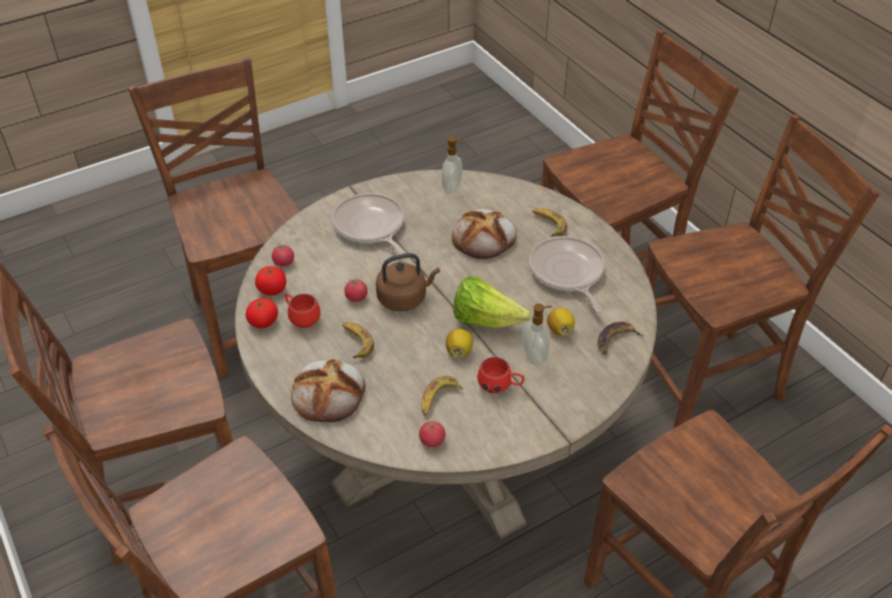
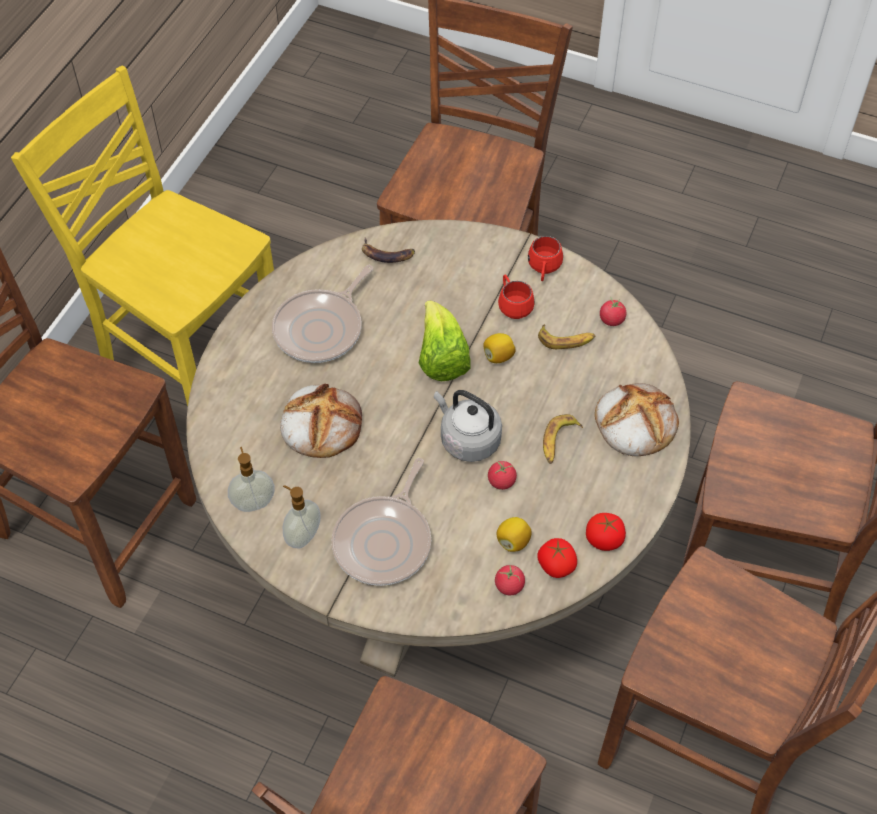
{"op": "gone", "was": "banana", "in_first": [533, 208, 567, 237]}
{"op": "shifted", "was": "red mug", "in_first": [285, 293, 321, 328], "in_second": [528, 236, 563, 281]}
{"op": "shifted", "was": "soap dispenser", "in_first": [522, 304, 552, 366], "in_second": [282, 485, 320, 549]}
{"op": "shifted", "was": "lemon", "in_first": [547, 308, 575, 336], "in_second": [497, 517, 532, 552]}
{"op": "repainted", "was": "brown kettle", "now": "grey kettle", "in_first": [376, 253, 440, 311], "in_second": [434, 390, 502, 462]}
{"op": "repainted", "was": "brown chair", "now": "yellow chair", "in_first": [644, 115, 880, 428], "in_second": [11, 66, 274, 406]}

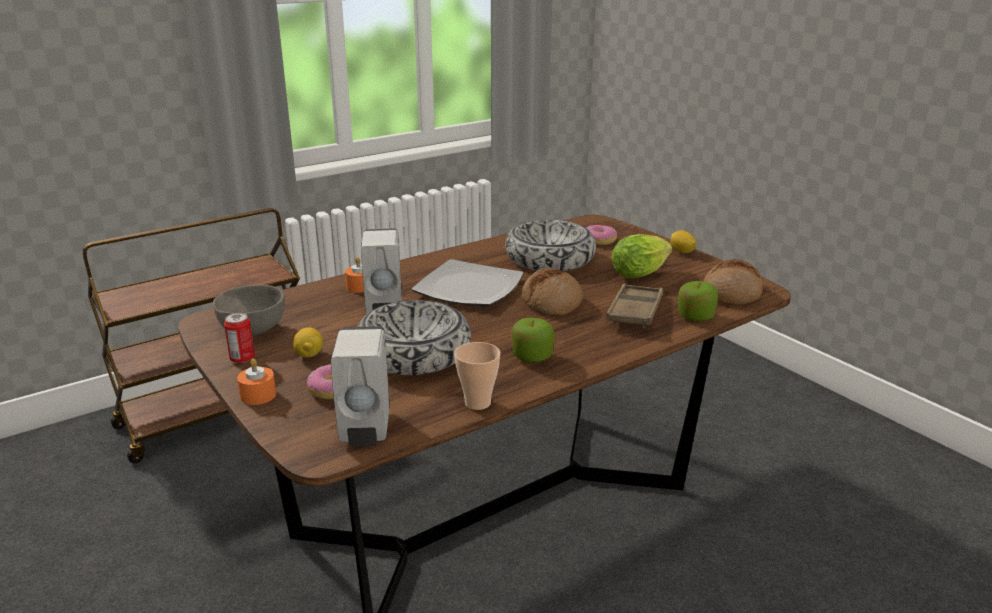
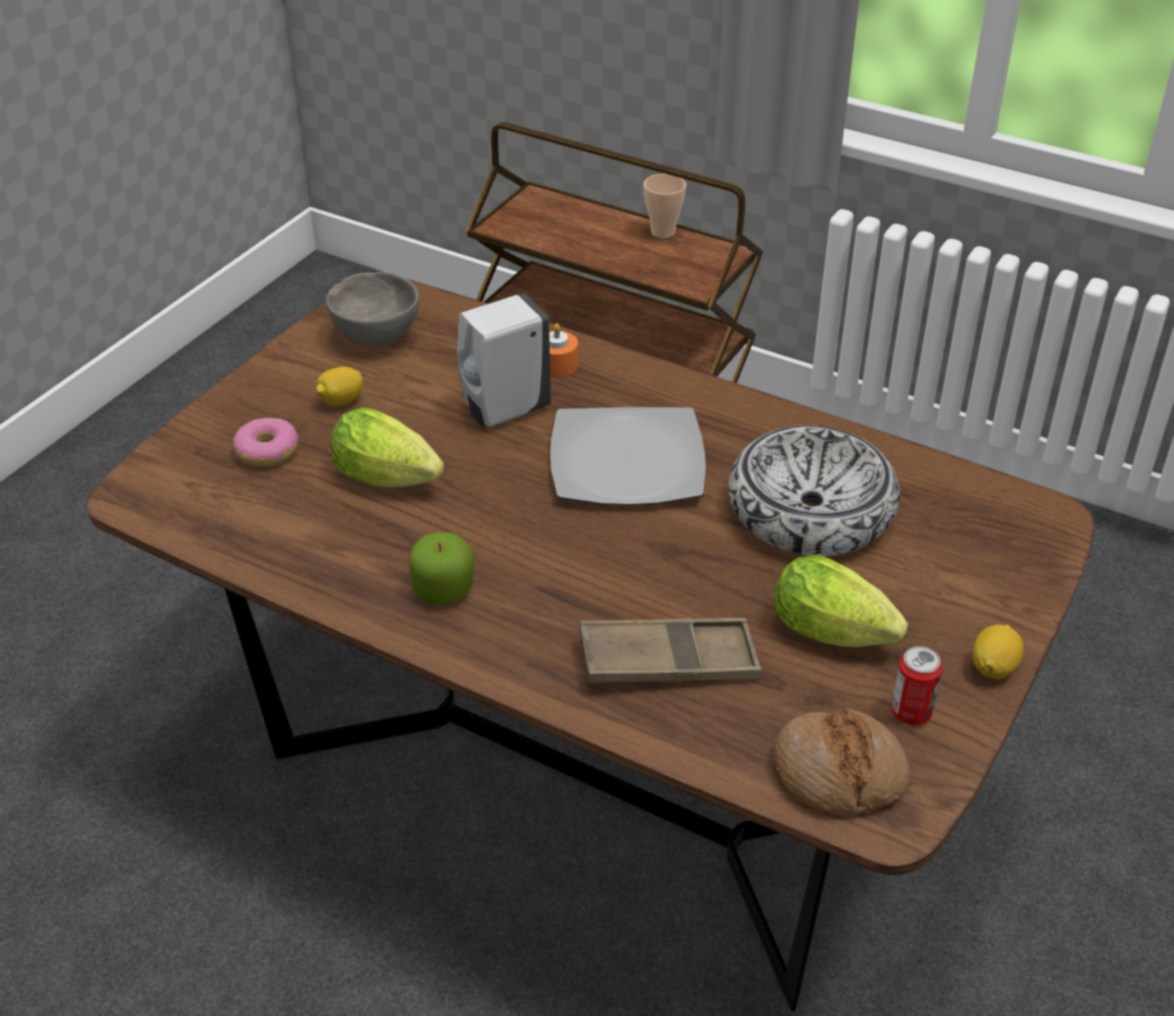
{"op": "gone", "was": "orange candle", "in_first": [237, 359, 276, 405]}
{"op": "gone", "was": "white soap dispenser", "in_first": [331, 326, 389, 446]}
{"op": "gone", "was": "bread", "in_first": [522, 268, 583, 315]}
{"op": "gone", "was": "donut", "in_first": [586, 225, 617, 245]}
{"op": "gone", "was": "apple", "in_first": [678, 281, 718, 322]}
{"op": "shifted", "was": "can", "in_first": [224, 313, 255, 363], "in_second": [891, 646, 942, 725]}
{"op": "shifted", "was": "cup", "in_first": [454, 342, 500, 410], "in_second": [643, 174, 686, 238]}
{"op": "swapped", "was": "bowl", "now": "lettuce", "in_first": [357, 300, 471, 375], "in_second": [331, 407, 444, 487]}

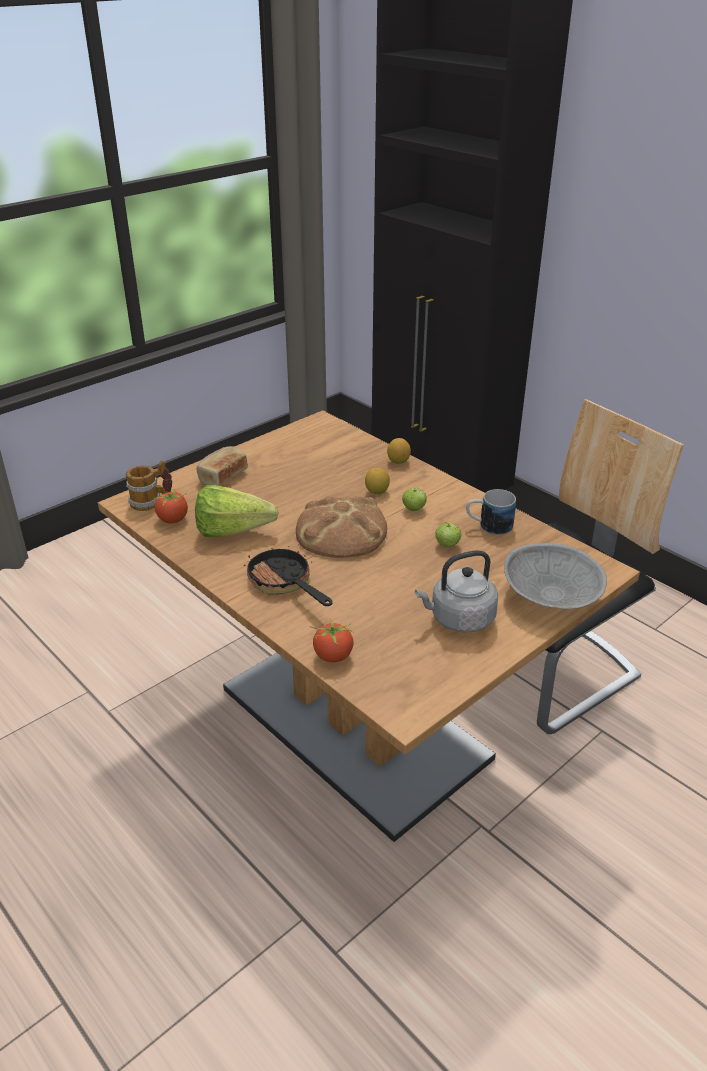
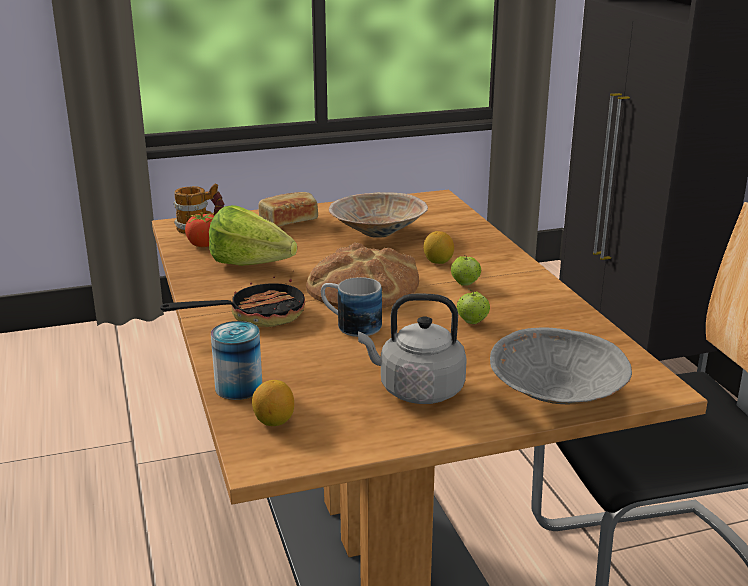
{"op": "new", "now": "beige bowl", "in_second": [329, 192, 428, 238]}
{"op": "shifted", "was": "lemon", "in_first": [387, 438, 411, 464], "in_second": [252, 380, 294, 426]}
{"op": "shifted", "was": "mug", "in_first": [466, 489, 516, 535], "in_second": [321, 277, 382, 337]}
{"op": "swapped", "was": "tomato", "now": "can", "in_first": [310, 618, 355, 662], "in_second": [211, 321, 262, 400]}
{"op": "rotated", "was": "frying pan", "in_first": [244, 546, 333, 606], "in_second": [160, 277, 305, 327], "clockwise": 75}

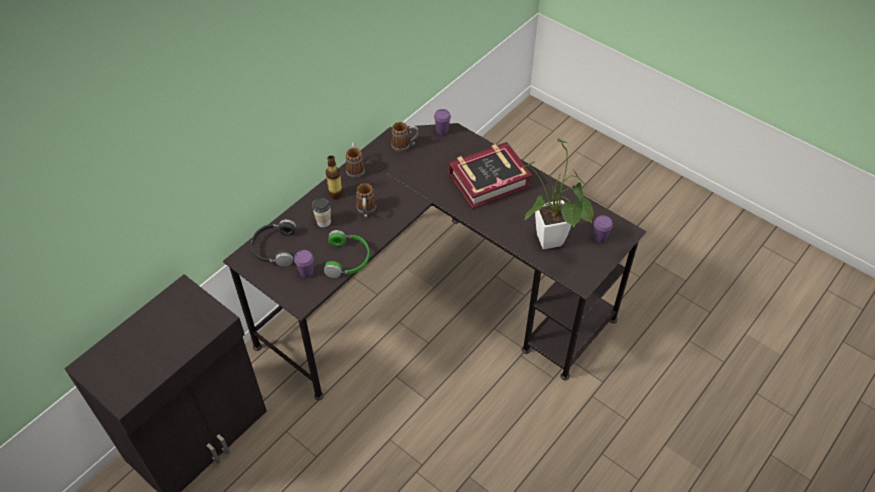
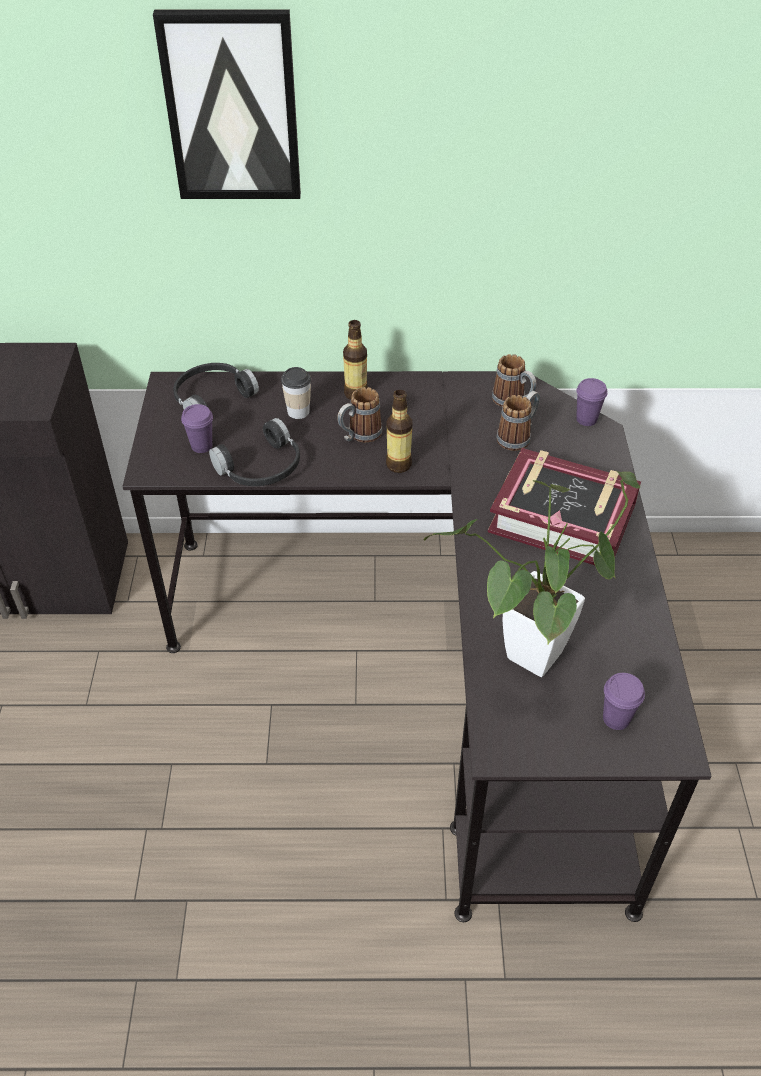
{"op": "new", "now": "picture", "in_second": [153, 10, 301, 199]}
{"op": "new", "now": "bottle", "in_second": [386, 390, 412, 473]}
{"op": "shifted", "was": "mug", "in_first": [346, 142, 365, 178], "in_second": [497, 391, 540, 451]}
{"op": "repainted", "was": "green headphones", "now": "black headphones", "in_first": [324, 230, 370, 278], "in_second": [209, 418, 300, 486]}

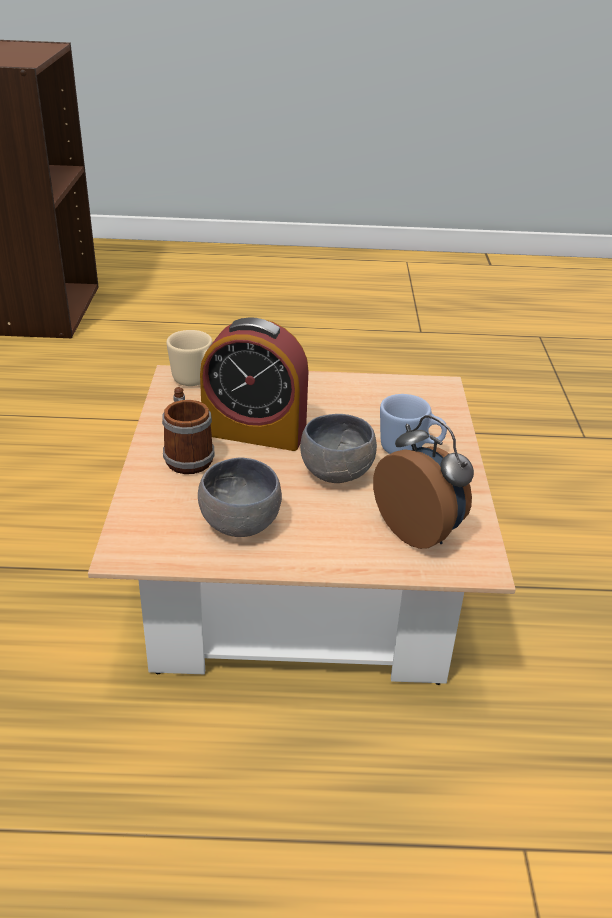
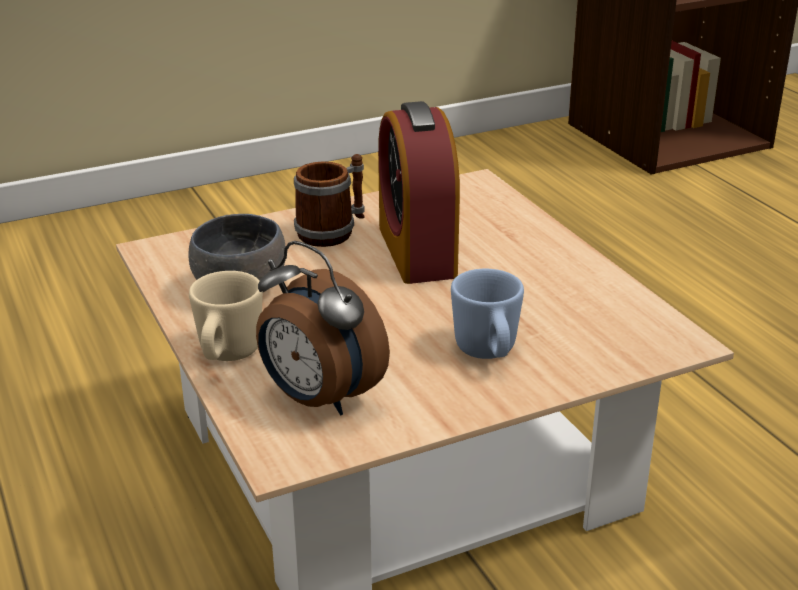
{"op": "gone", "was": "grey bowl", "in_first": [300, 414, 377, 483]}
{"op": "shifted", "was": "beige mug", "in_first": [167, 330, 212, 386], "in_second": [189, 271, 263, 361]}
{"op": "rotated", "was": "alarm clock", "in_first": [373, 415, 474, 549], "in_second": [256, 241, 390, 415], "clockwise": 105}

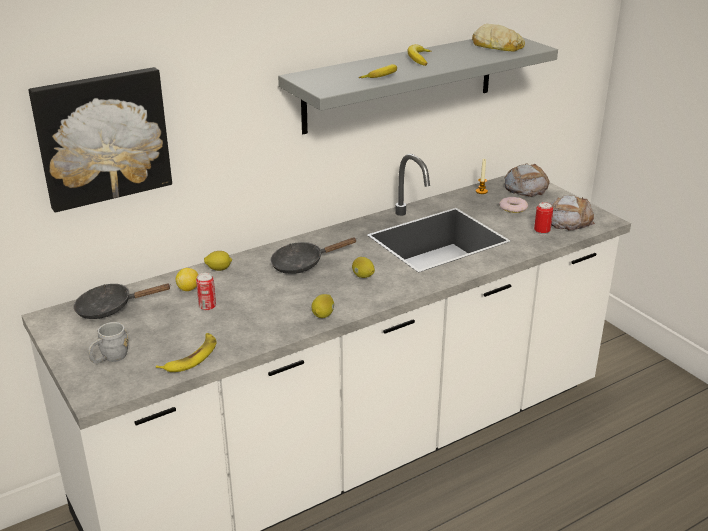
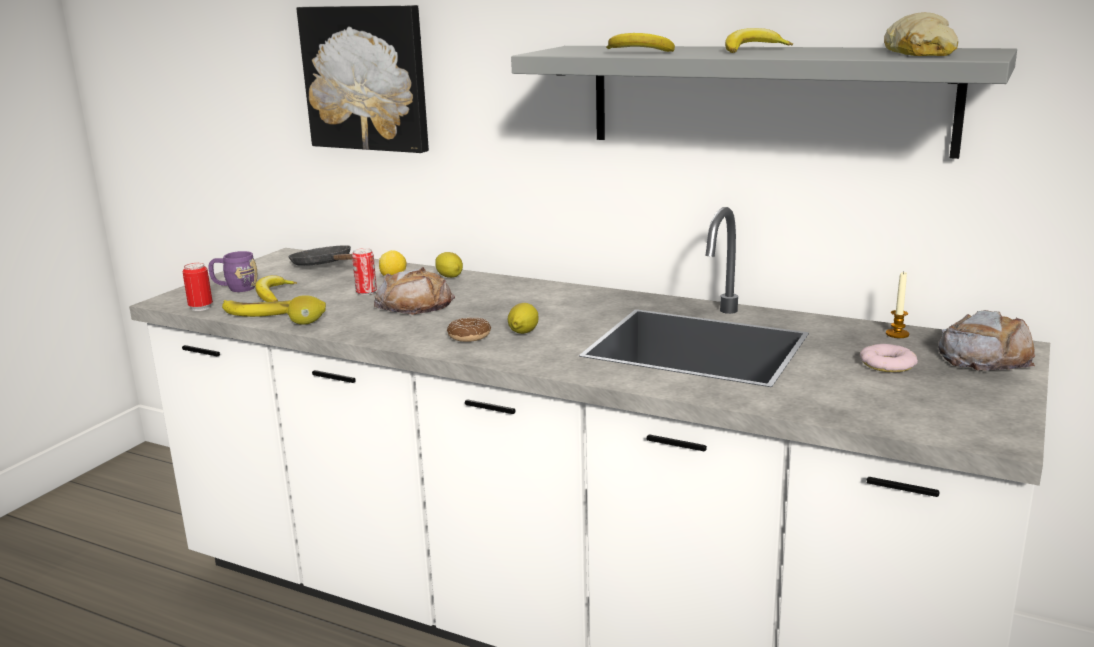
{"op": "gone", "was": "black frying pan", "in_first": [270, 237, 357, 274]}
{"op": "new", "now": "banana", "in_second": [255, 275, 297, 302]}
{"op": "new", "now": "donut", "in_second": [447, 317, 491, 342]}
{"op": "shifted", "was": "lemon", "in_first": [312, 294, 334, 318], "in_second": [286, 295, 326, 325]}
{"op": "shifted", "was": "can", "in_first": [534, 202, 553, 235], "in_second": [183, 263, 213, 311]}
{"op": "shifted", "was": "bread", "in_first": [551, 195, 595, 231], "in_second": [374, 267, 455, 315]}
{"op": "repainted", "was": "grey mug", "now": "purple mug", "in_first": [88, 322, 128, 363], "in_second": [208, 251, 257, 292]}

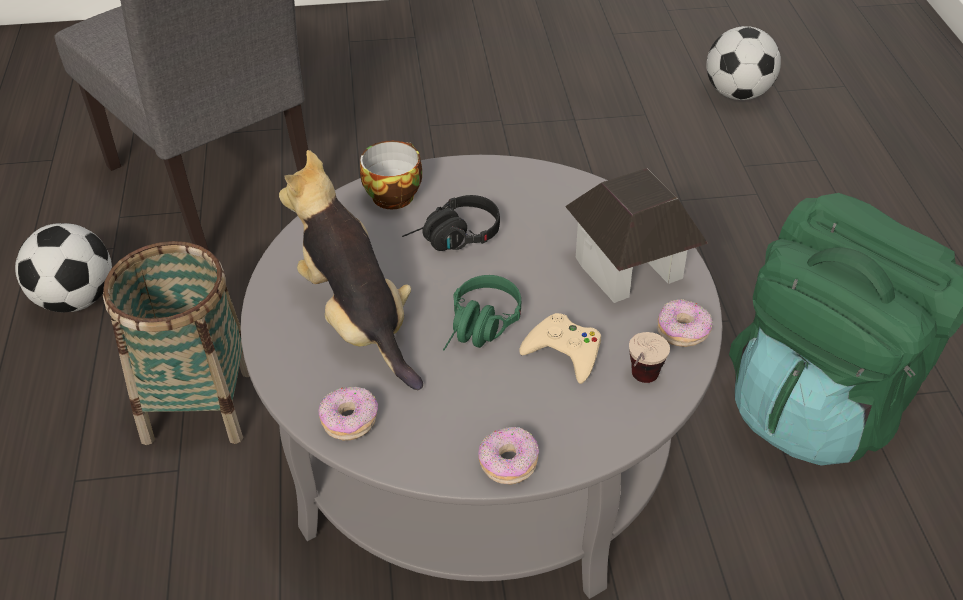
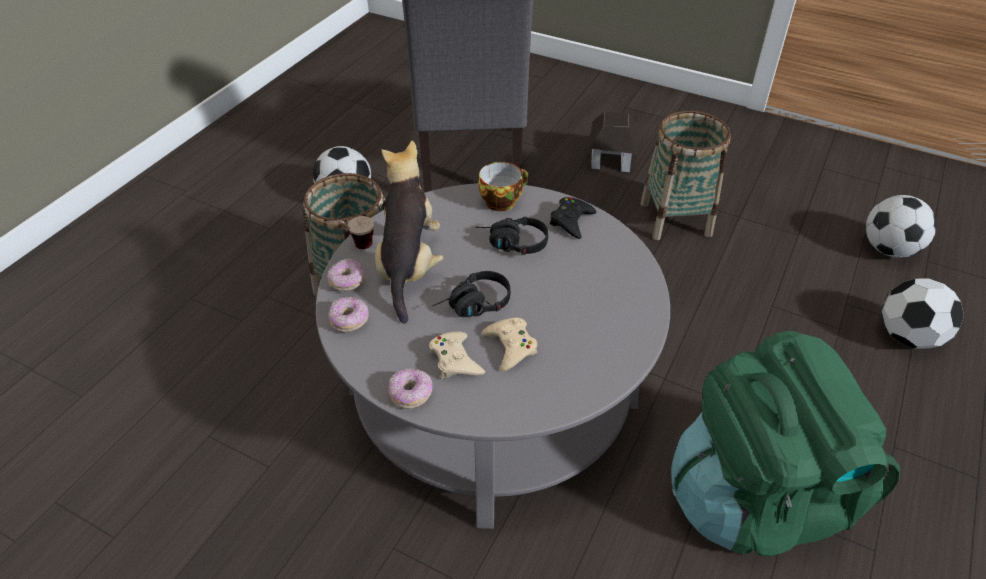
{"op": "new", "now": "beige game controller", "in_second": [429, 332, 485, 379]}
{"op": "new", "now": "black game controller", "in_second": [550, 197, 596, 239]}
{"op": "new", "now": "basket", "in_second": [641, 111, 731, 240]}
{"op": "new", "now": "football", "in_second": [882, 278, 964, 349]}
{"op": "shifted", "was": "toy house", "in_first": [565, 168, 708, 303], "in_second": [589, 111, 638, 172]}
{"op": "shifted", "was": "cup", "in_first": [629, 332, 670, 383], "in_second": [325, 216, 374, 249]}
{"op": "shifted", "was": "donut", "in_first": [657, 299, 712, 347], "in_second": [327, 259, 366, 291]}
{"op": "repainted", "was": "green headphones", "now": "black headphones", "in_first": [443, 275, 521, 350], "in_second": [432, 271, 511, 317]}

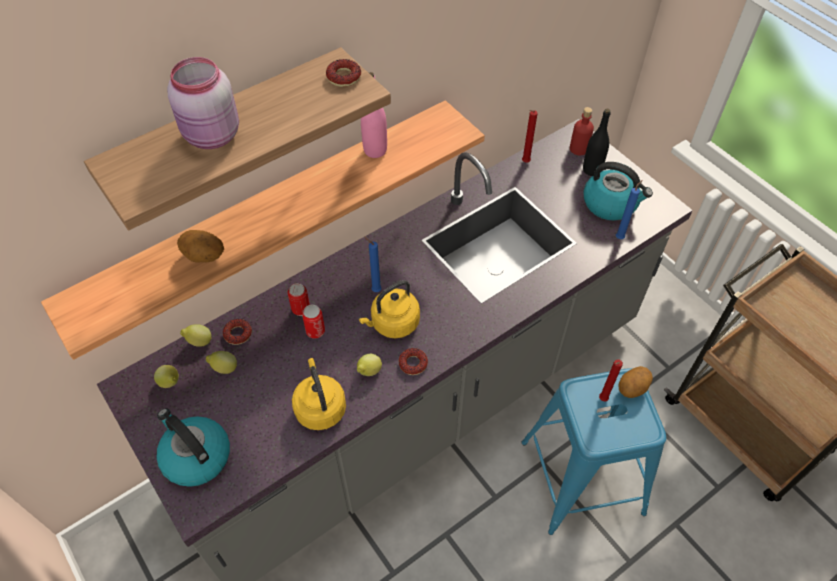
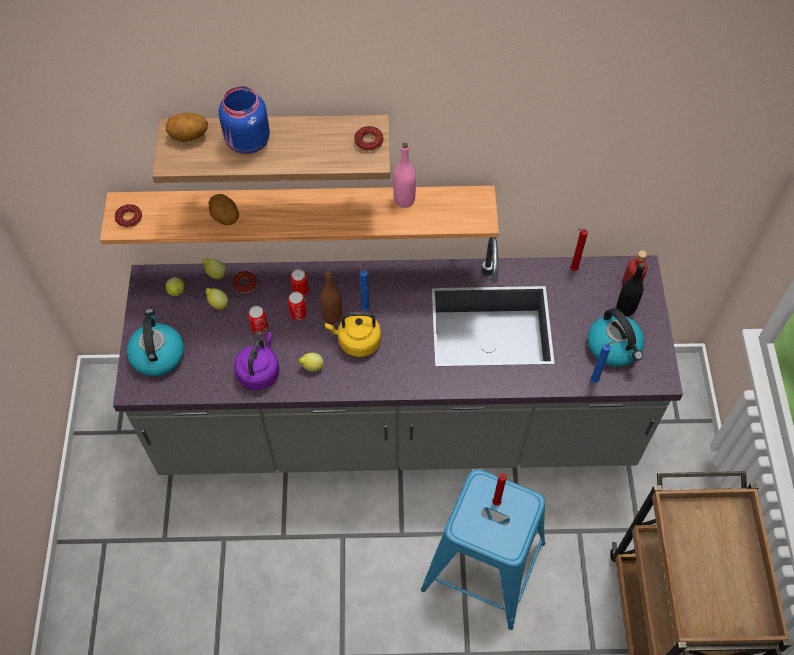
{"op": "new", "now": "can", "in_second": [248, 306, 268, 335]}
{"op": "new", "now": "brown bottle", "in_second": [320, 271, 342, 324]}
{"op": "shifted", "was": "donut", "in_first": [399, 348, 428, 375], "in_second": [115, 204, 142, 228]}
{"op": "shifted", "was": "potato", "in_first": [619, 366, 653, 398], "in_second": [166, 113, 208, 142]}
{"op": "repainted", "was": "pink jar", "now": "blue jar", "in_first": [167, 57, 239, 149], "in_second": [219, 86, 270, 154]}
{"op": "repainted", "was": "yellow kettle", "now": "purple kettle", "in_first": [292, 358, 346, 430], "in_second": [234, 332, 280, 390]}

